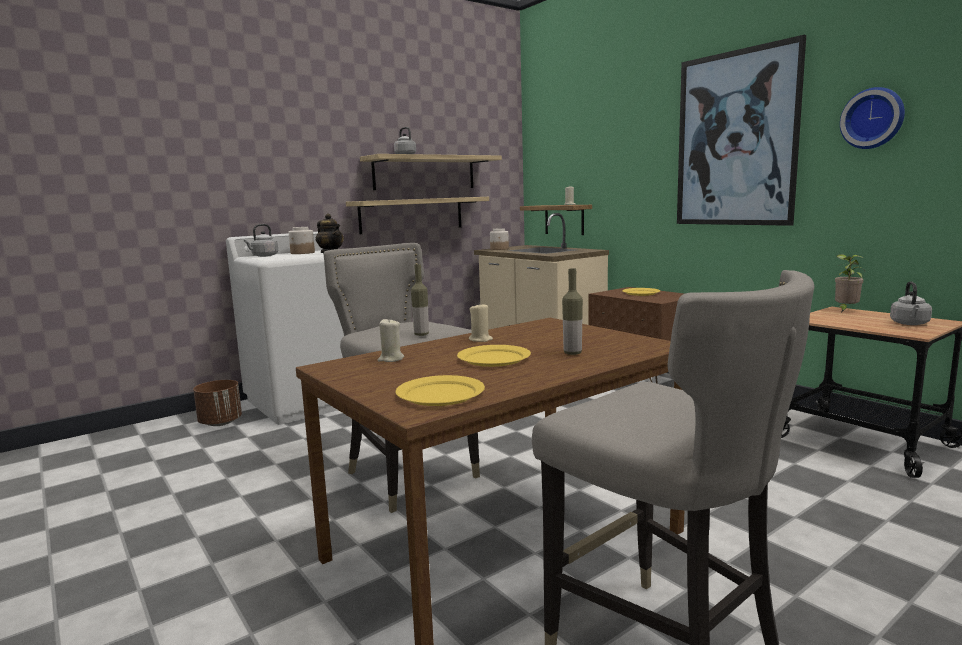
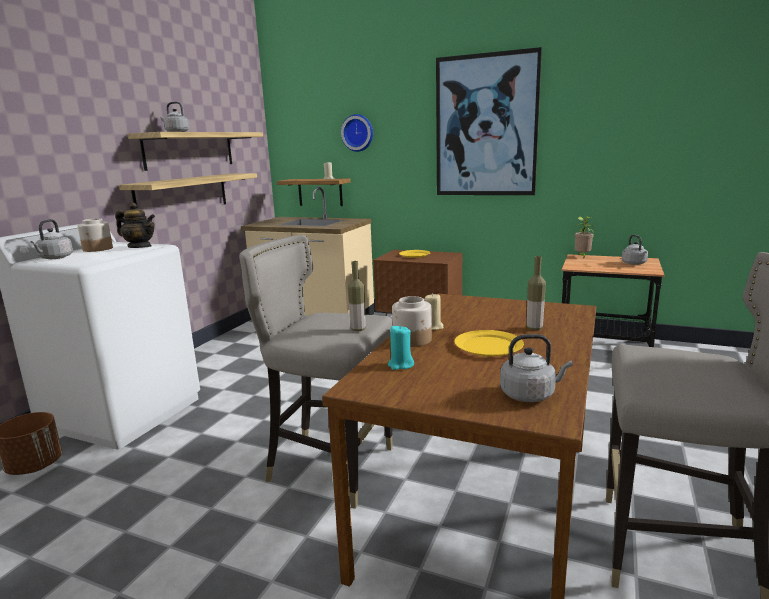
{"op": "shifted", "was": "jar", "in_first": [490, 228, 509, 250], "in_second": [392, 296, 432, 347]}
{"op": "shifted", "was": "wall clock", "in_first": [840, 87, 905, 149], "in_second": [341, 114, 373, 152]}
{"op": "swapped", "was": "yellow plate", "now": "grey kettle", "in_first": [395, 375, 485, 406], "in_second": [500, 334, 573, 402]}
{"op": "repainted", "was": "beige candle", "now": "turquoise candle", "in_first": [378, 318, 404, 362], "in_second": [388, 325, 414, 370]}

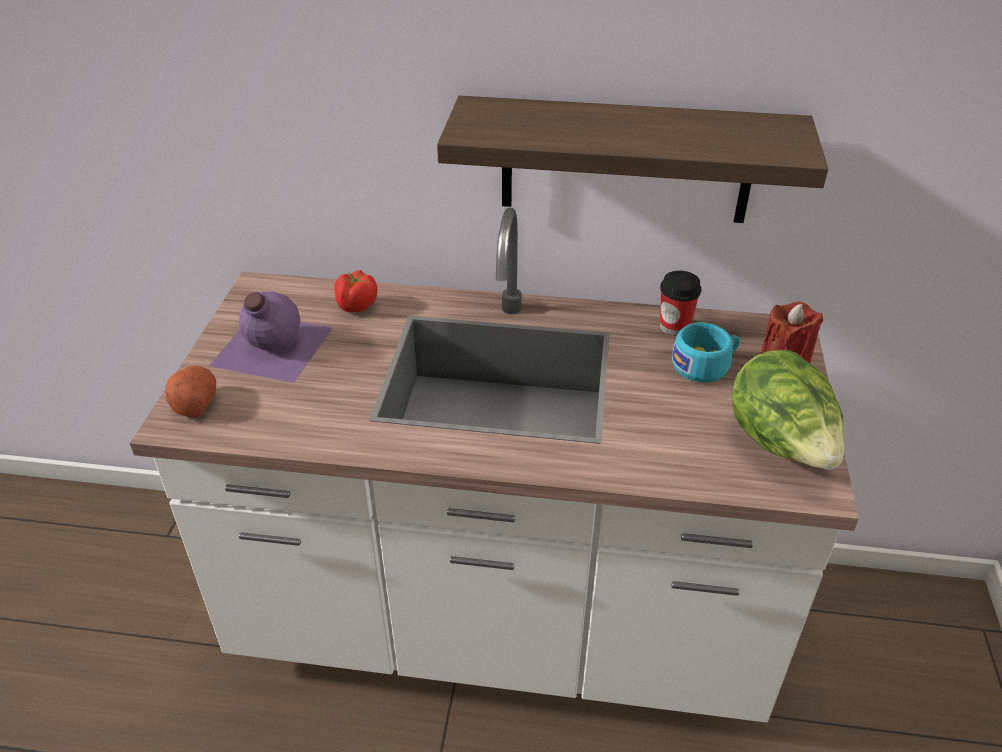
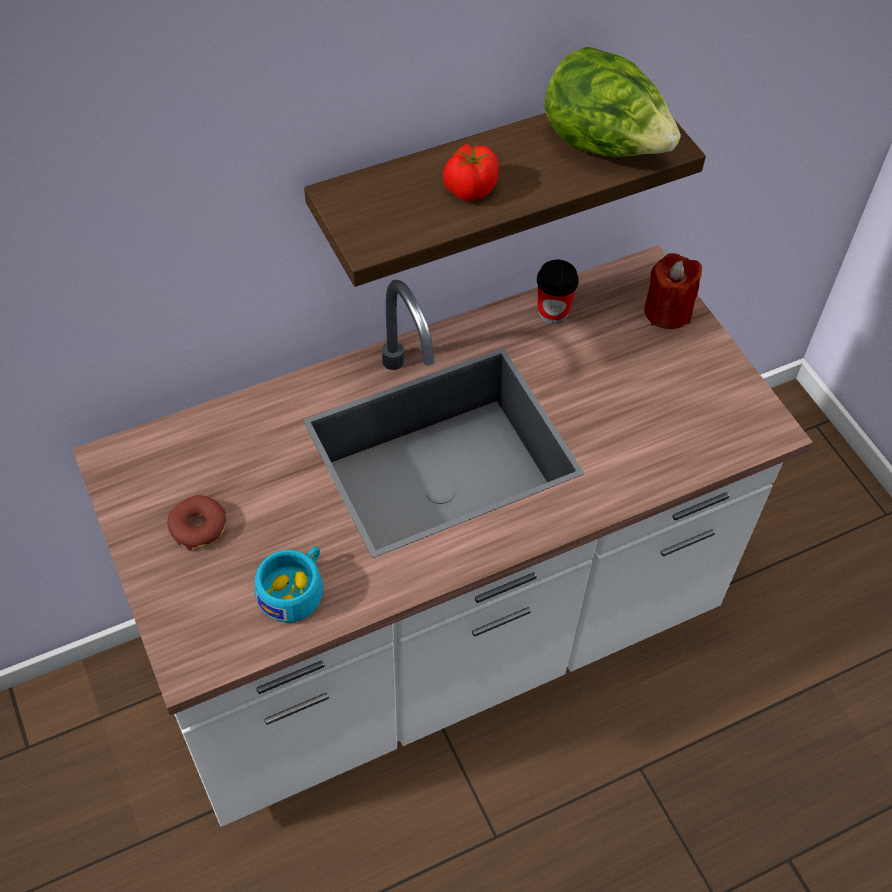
{"op": "gone", "was": "potato", "in_first": [165, 366, 216, 417]}
{"op": "shifted", "was": "tomato", "in_first": [334, 270, 378, 312], "in_second": [443, 144, 499, 202]}
{"op": "shifted", "was": "turquoise cup", "in_first": [672, 323, 740, 382], "in_second": [255, 547, 323, 623]}
{"op": "shifted", "was": "lettuce", "in_first": [732, 349, 844, 470], "in_second": [544, 47, 681, 157]}
{"op": "swapped", "was": "purple bottle", "now": "donut", "in_first": [209, 291, 333, 383], "in_second": [167, 495, 226, 551]}

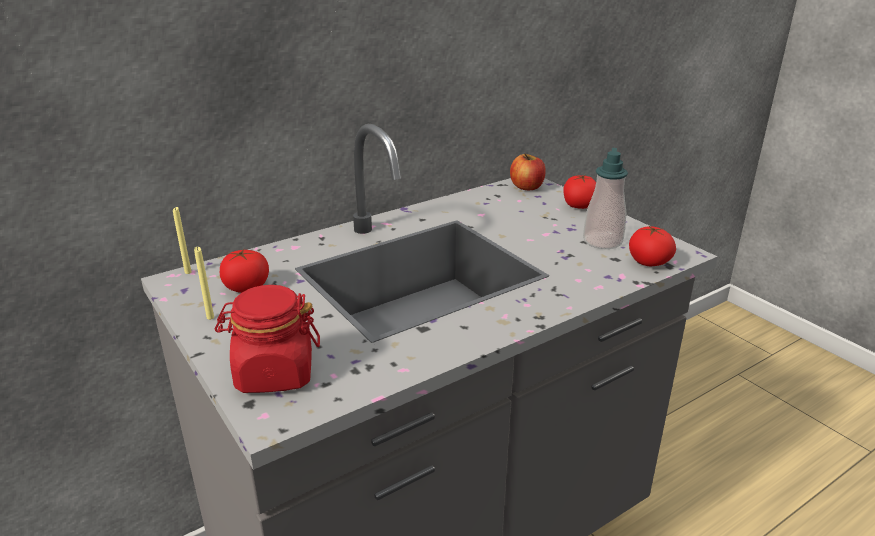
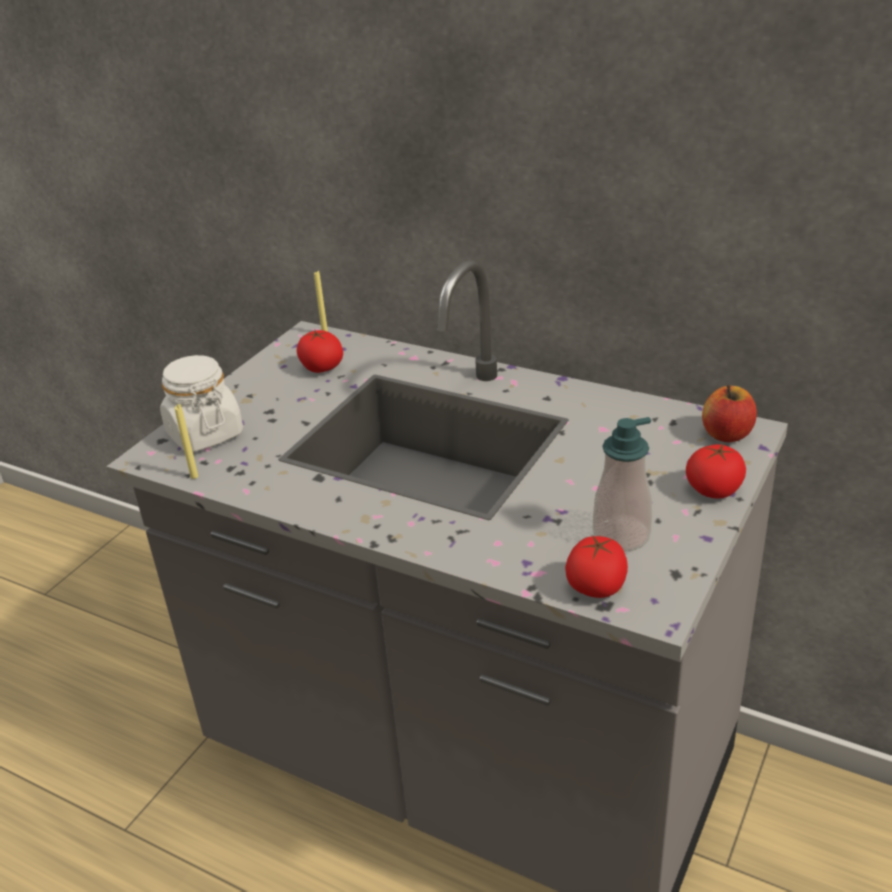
{"op": "shifted", "was": "yellow candle", "in_first": [194, 247, 214, 320], "in_second": [175, 404, 198, 479]}
{"op": "repainted", "was": "red jar", "now": "white jar", "in_first": [215, 285, 320, 393], "in_second": [160, 355, 243, 452]}

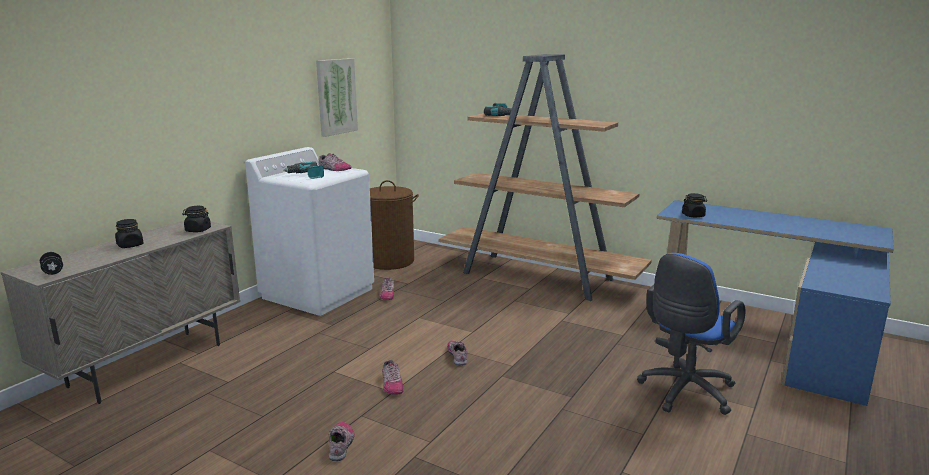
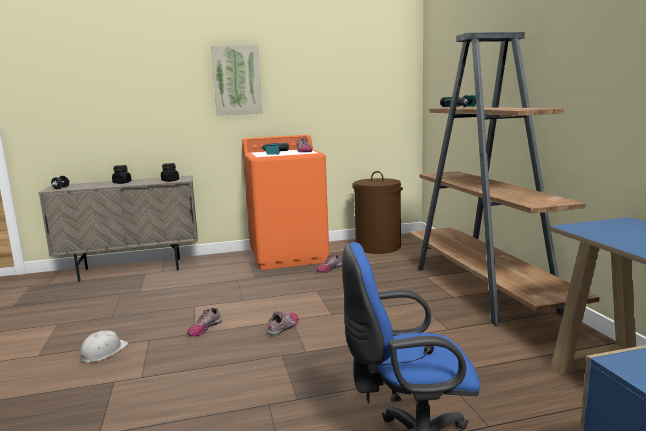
{"op": "gone", "was": "black jar", "in_first": [682, 193, 707, 217]}
{"op": "shifted", "was": "picture", "in_first": [316, 58, 358, 137], "in_second": [211, 45, 262, 115]}
{"op": "swapped", "was": "shoe", "now": "white hard hat", "in_first": [329, 422, 355, 461], "in_second": [79, 331, 128, 362]}
{"op": "repainted", "was": "white washing machine", "now": "orange washing machine", "in_first": [245, 147, 374, 316], "in_second": [242, 135, 329, 270]}

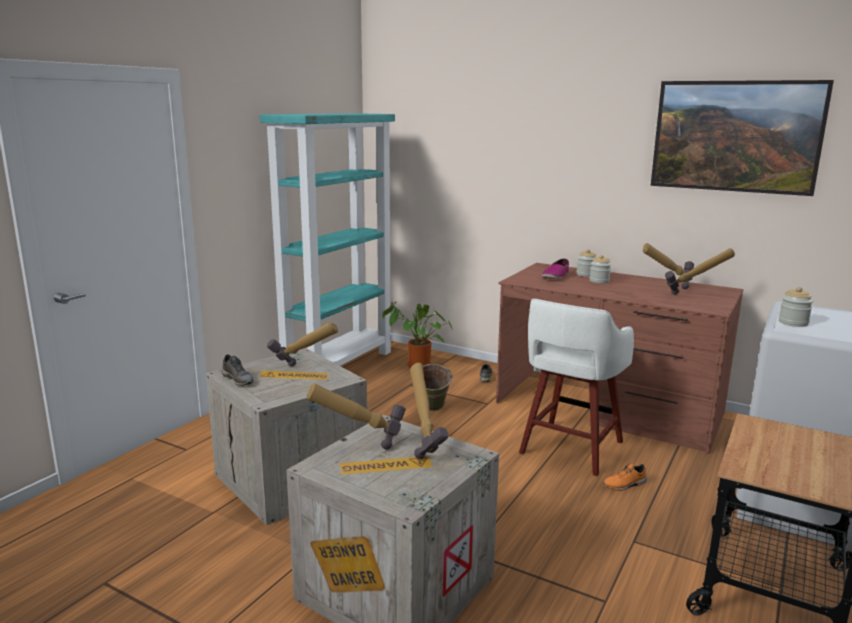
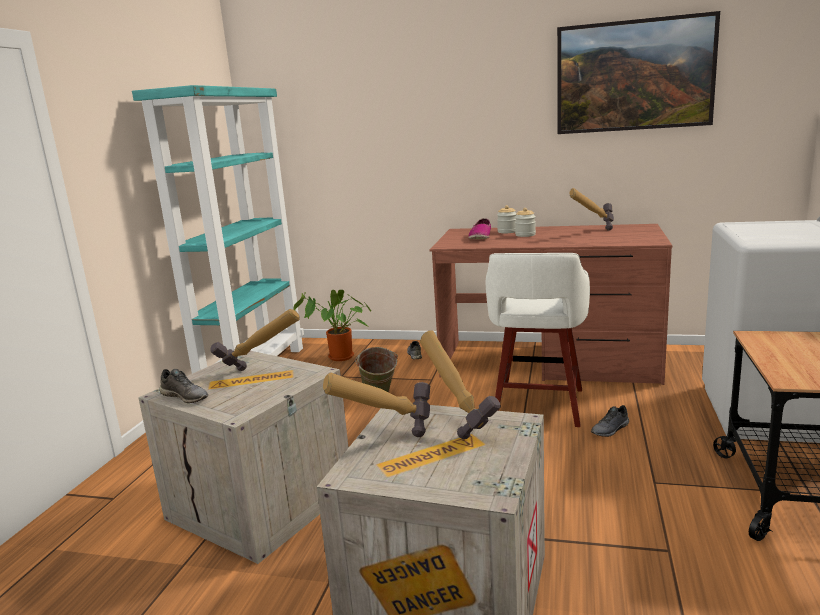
{"op": "gone", "was": "hammer", "in_first": [665, 248, 735, 295]}
{"op": "gone", "was": "jar", "in_first": [779, 287, 813, 327]}
{"op": "repainted", "was": "orange shoe", "now": "grey shoe", "in_first": [603, 463, 647, 491], "in_second": [591, 405, 629, 437]}

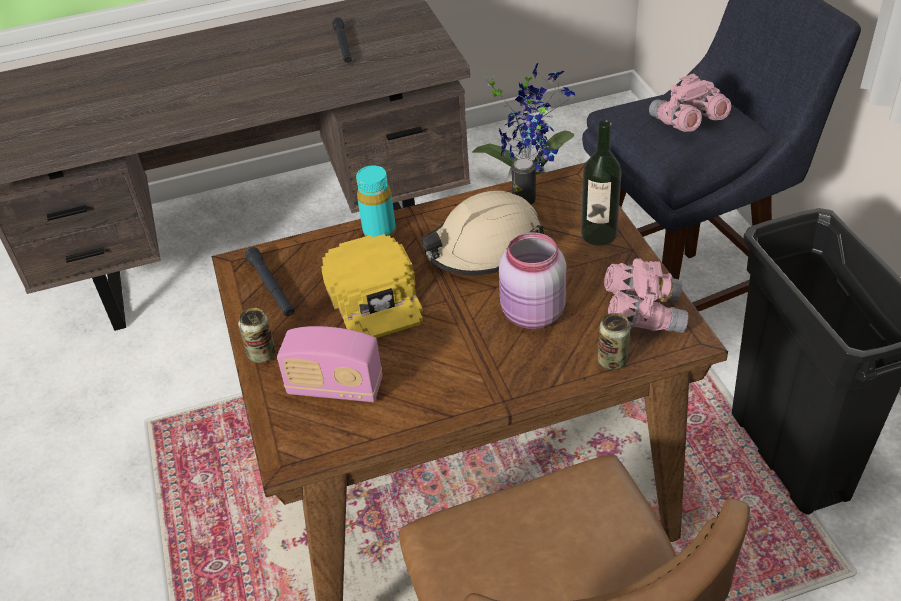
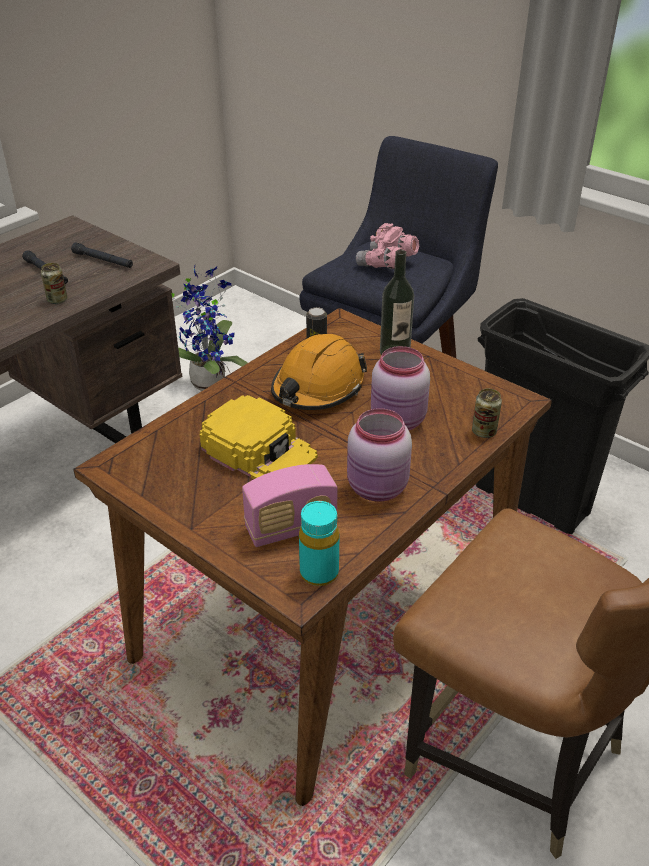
{"op": "gone", "was": "pink binoculars", "in_first": [604, 258, 688, 333]}
{"op": "new", "now": "pink jar", "in_second": [347, 408, 412, 501]}
{"op": "shifted", "was": "can", "in_first": [238, 308, 276, 363], "in_second": [41, 263, 67, 304]}
{"op": "shifted", "was": "black flashlight", "in_first": [245, 247, 294, 316], "in_second": [71, 242, 133, 268]}
{"op": "shifted", "was": "turquoise bottle", "in_first": [356, 166, 396, 237], "in_second": [299, 501, 340, 586]}
{"op": "repainted", "was": "beige hard hat", "now": "orange hard hat", "in_first": [421, 190, 544, 275], "in_second": [271, 334, 367, 410]}

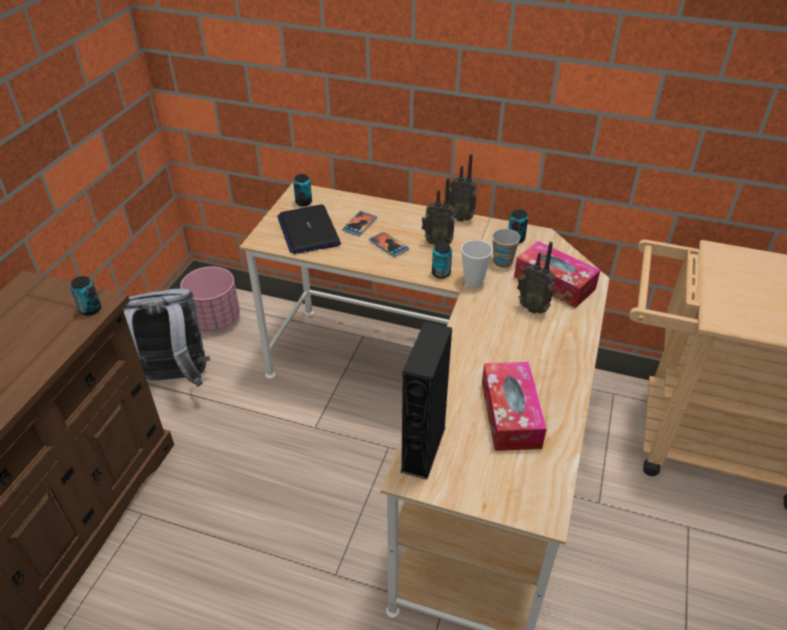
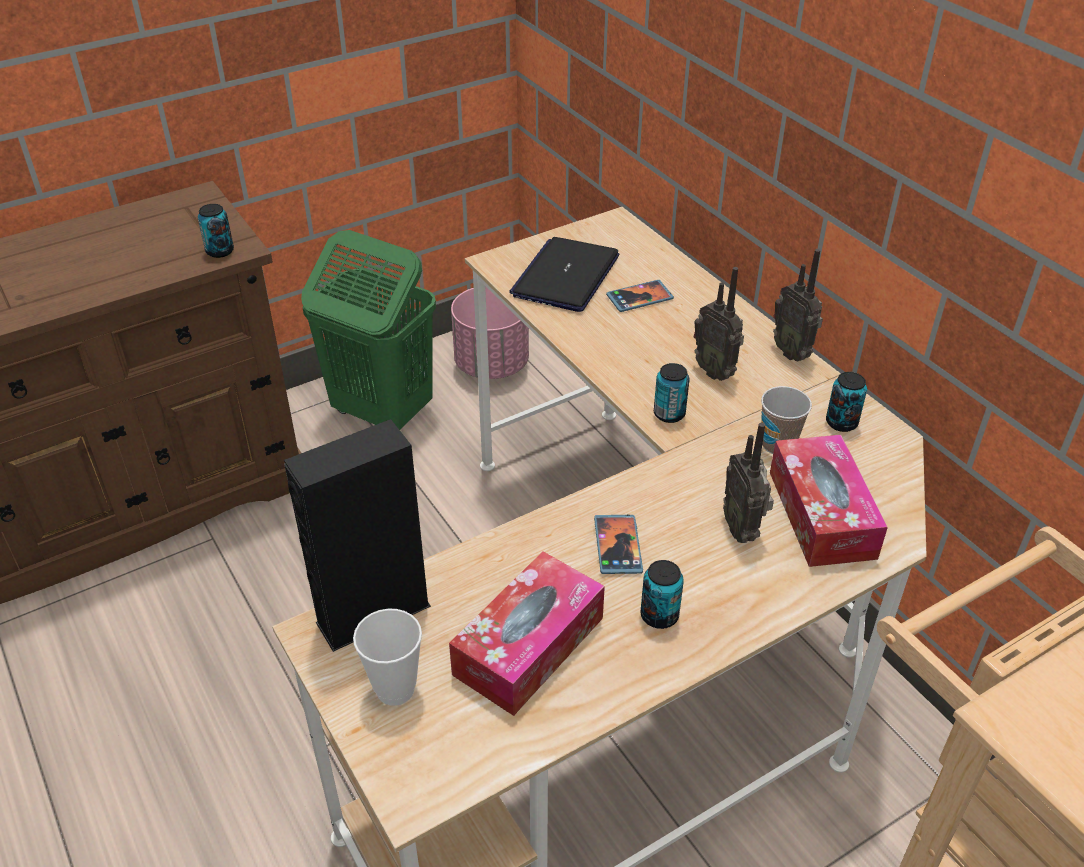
{"op": "shifted", "was": "can", "in_first": [293, 174, 312, 206], "in_second": [640, 560, 684, 629]}
{"op": "shifted", "was": "phone", "in_first": [369, 232, 409, 257], "in_second": [594, 515, 643, 574]}
{"op": "shifted", "was": "cup", "in_first": [461, 240, 493, 288], "in_second": [353, 609, 422, 706]}
{"op": "swapped", "was": "grey backpack", "now": "green laundry basket", "in_first": [123, 289, 210, 387], "in_second": [301, 230, 436, 430]}

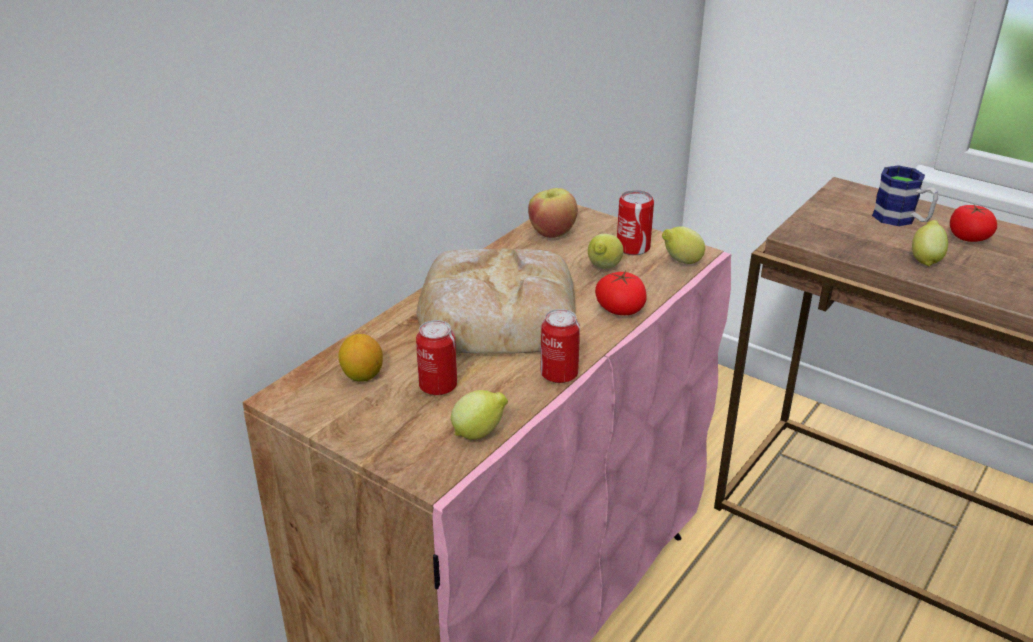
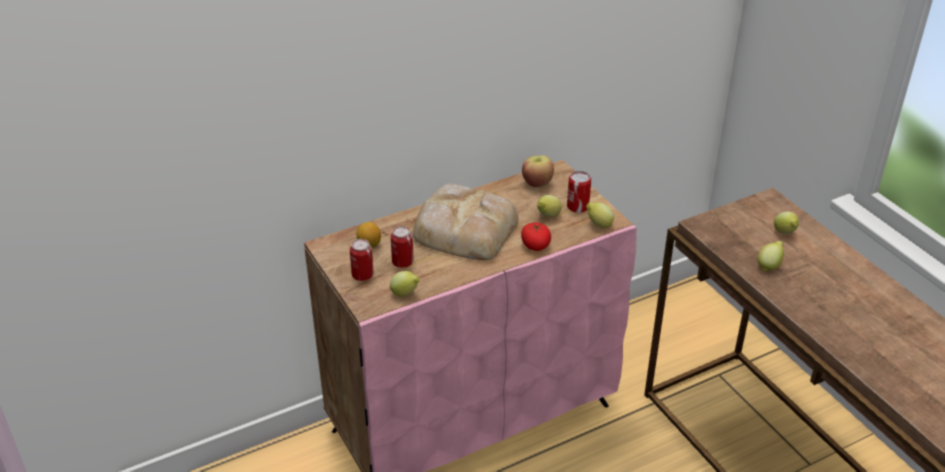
{"op": "gone", "was": "tomato", "in_first": [950, 205, 997, 242]}
{"op": "shifted", "was": "can", "in_first": [540, 309, 580, 383], "in_second": [350, 239, 374, 281]}
{"op": "swapped", "was": "mug", "now": "lemon", "in_first": [872, 165, 938, 226], "in_second": [774, 211, 799, 234]}

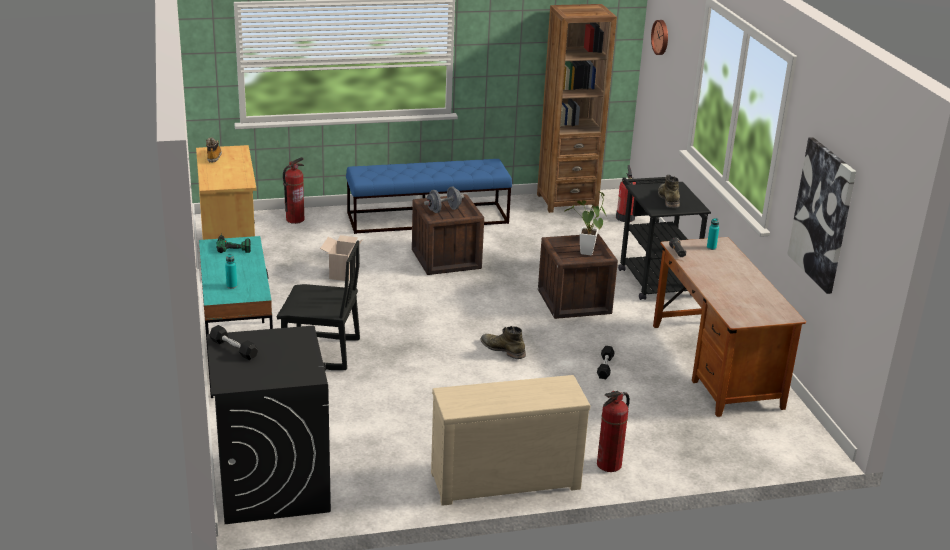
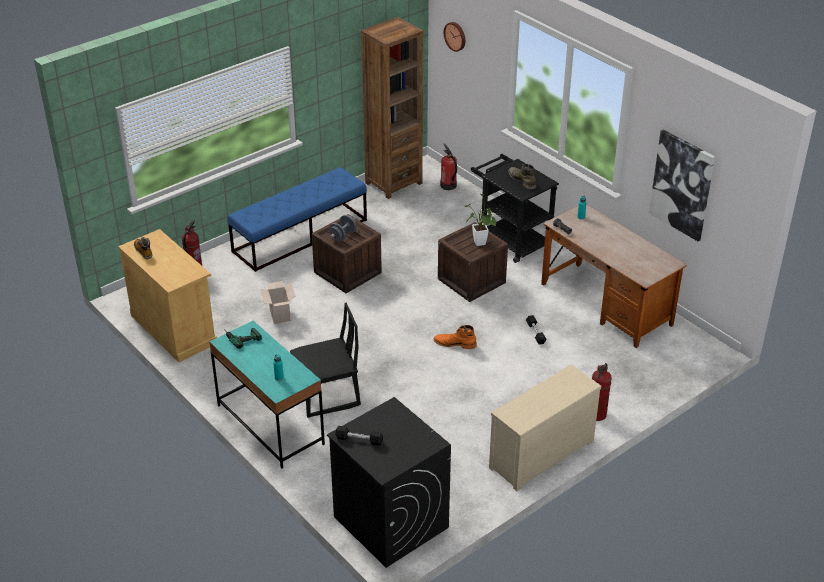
{"op": "repainted", "was": "green boot", "now": "orange boot", "in_first": [480, 326, 526, 359], "in_second": [434, 325, 477, 349]}

